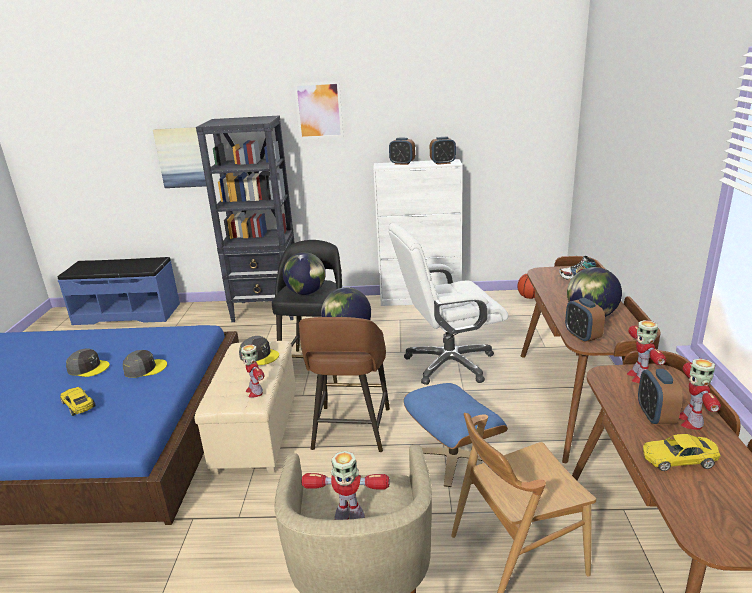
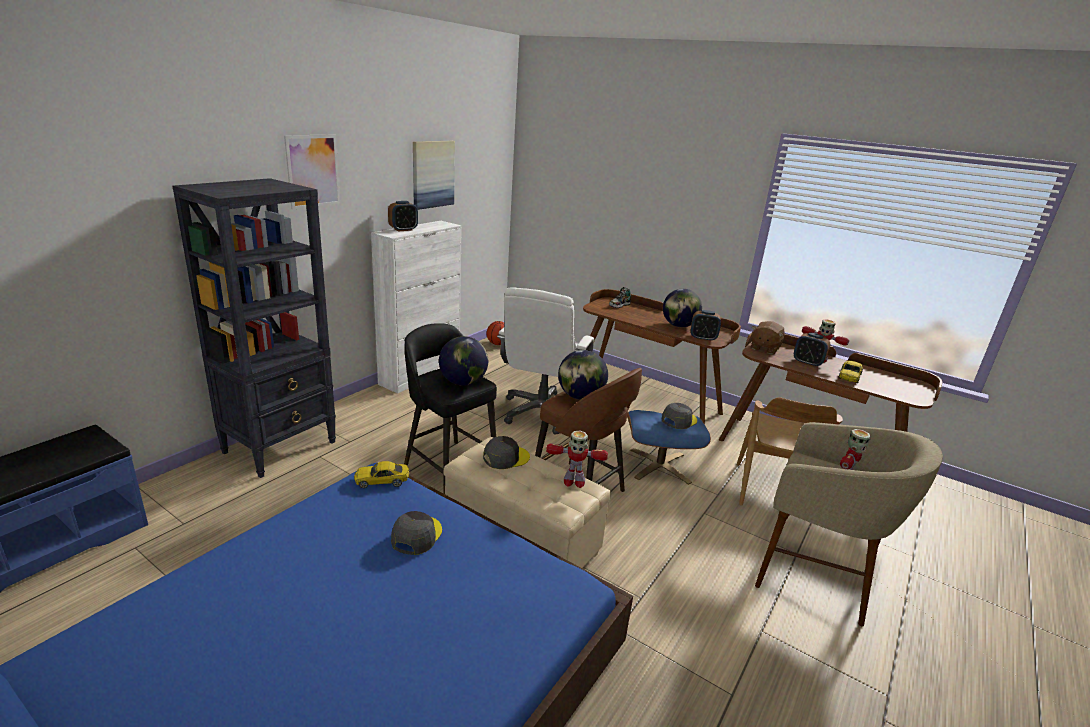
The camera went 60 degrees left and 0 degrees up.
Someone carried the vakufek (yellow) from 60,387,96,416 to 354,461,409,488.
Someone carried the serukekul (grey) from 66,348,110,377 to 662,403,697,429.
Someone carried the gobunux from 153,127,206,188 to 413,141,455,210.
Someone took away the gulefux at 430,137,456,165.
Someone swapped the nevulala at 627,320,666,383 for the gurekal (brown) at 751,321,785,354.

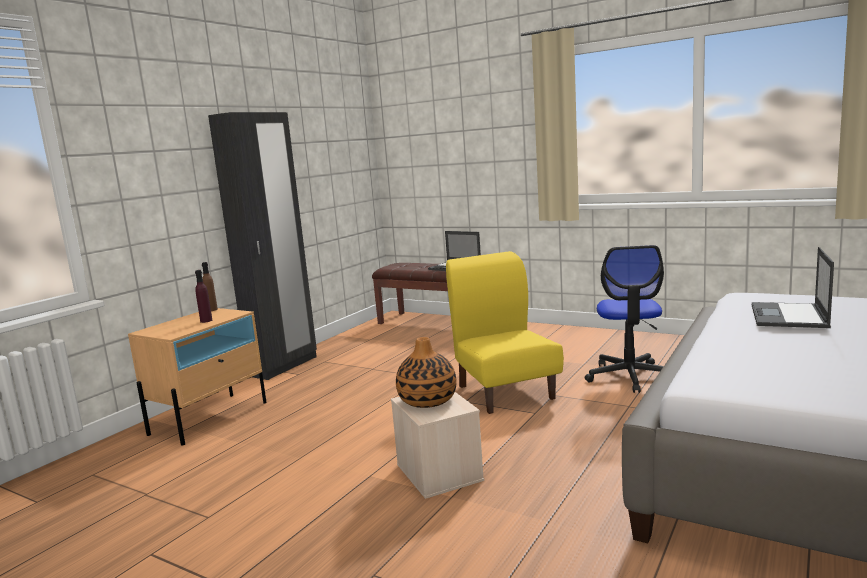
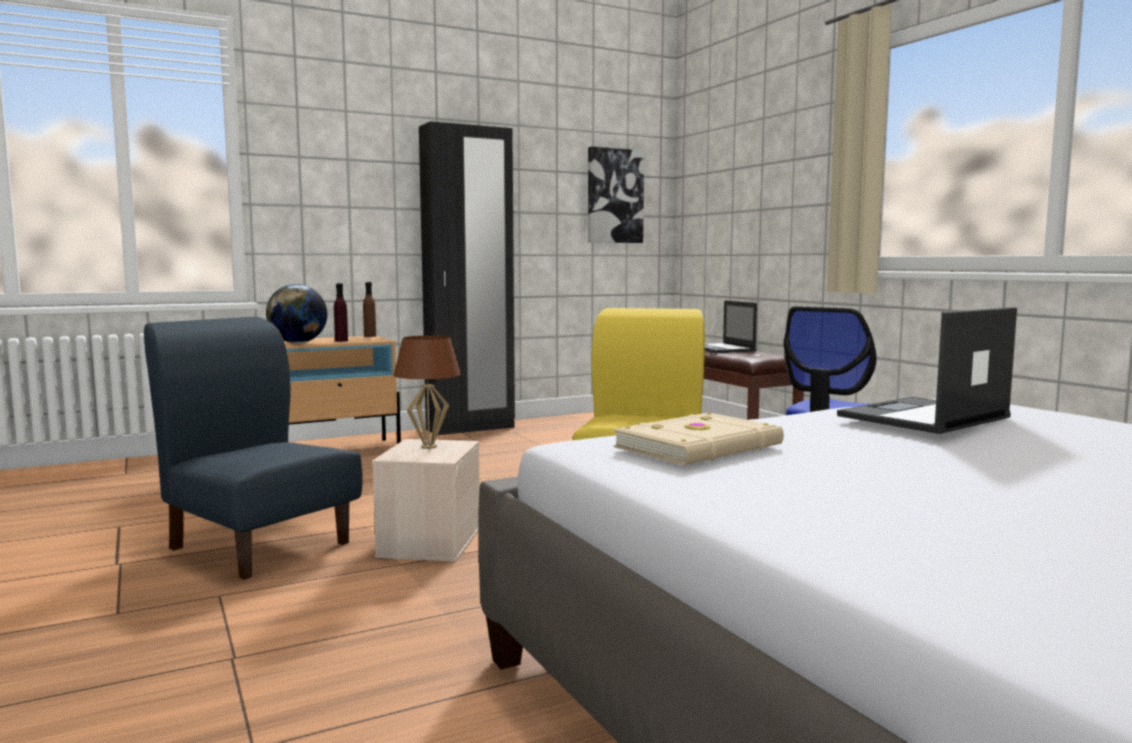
The camera went 30 degrees right and 5 degrees down.
Someone swapped the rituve at 396,337,457,408 for the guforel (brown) at 394,335,461,449.
Someone put down the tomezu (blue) at 144,317,363,580.
Someone put down the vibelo at 266,284,327,343.
Someone put up the gobunux at 588,146,644,243.
Someone put down the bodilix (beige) at 613,412,784,466.

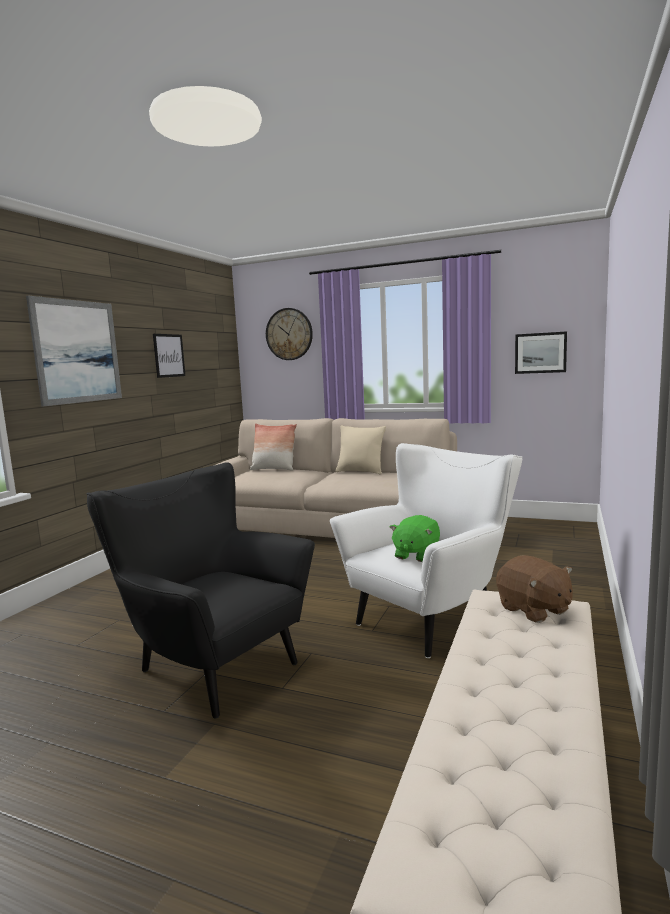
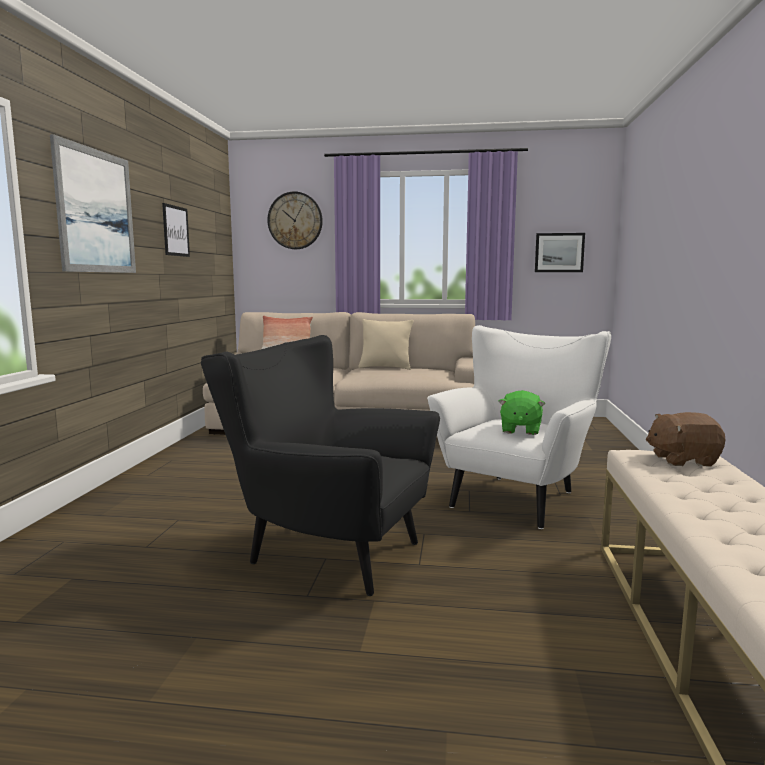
The camera went 15 degrees left and 0 degrees up.
Someone rotated the gurekal (brown) at 496,555,573,623 by 135 degrees clockwise.

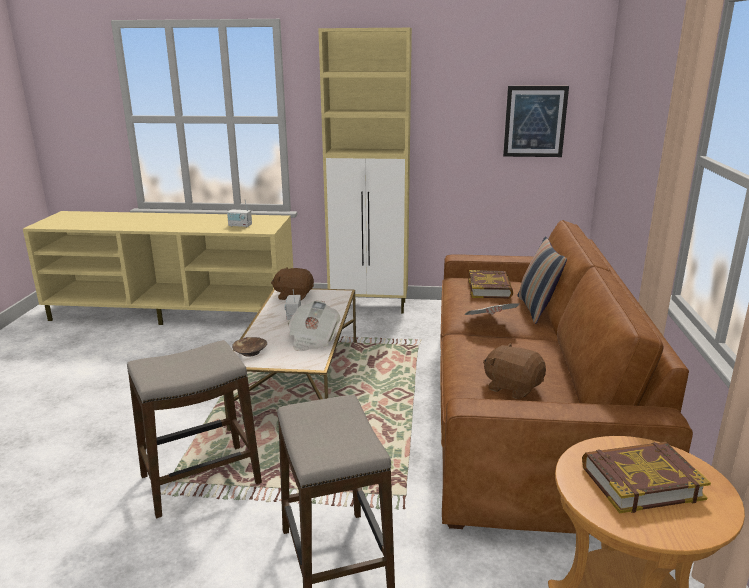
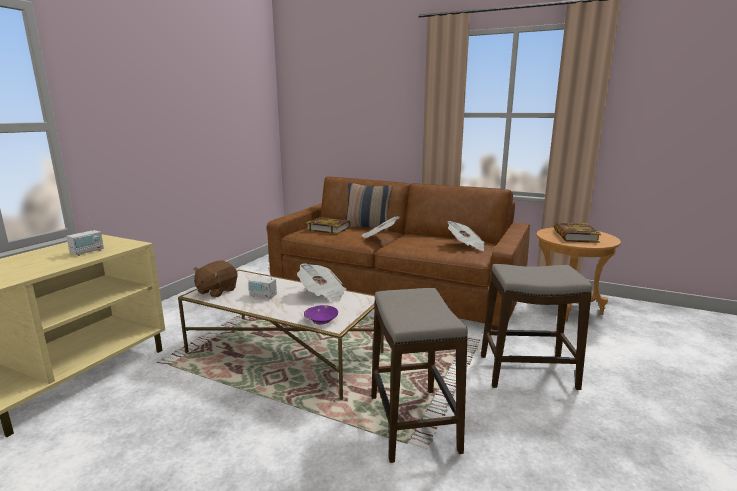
The camera went 70 degrees left and 5 degrees down.
Someone repainted the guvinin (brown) at 232,337,267,357, which became the guvinin (purple) at 304,305,338,324.
Someone took away the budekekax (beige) at 318,28,412,314.
Someone swapped the gurekal (brown) at 483,343,546,399 for the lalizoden at 448,221,485,251.
Someone took away the gobunux at 503,86,569,157.

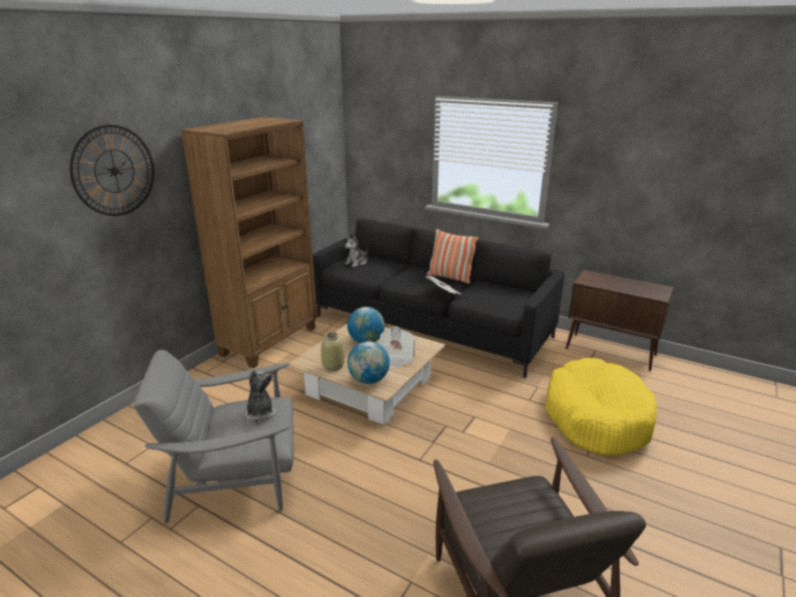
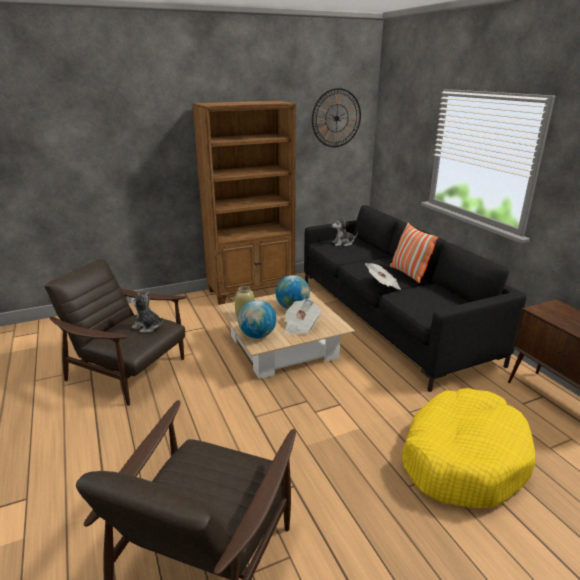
The camera went 35 degrees right and 0 degrees up.
Someone carried the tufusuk from 70,125,154,216 to 312,88,361,147.
Someone repainted the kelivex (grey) at 134,350,294,523, which became the kelivex (brown) at 44,259,186,406.
Someone rotated the gurekal at 245,370,276,421 by 90 degrees counterclockwise.

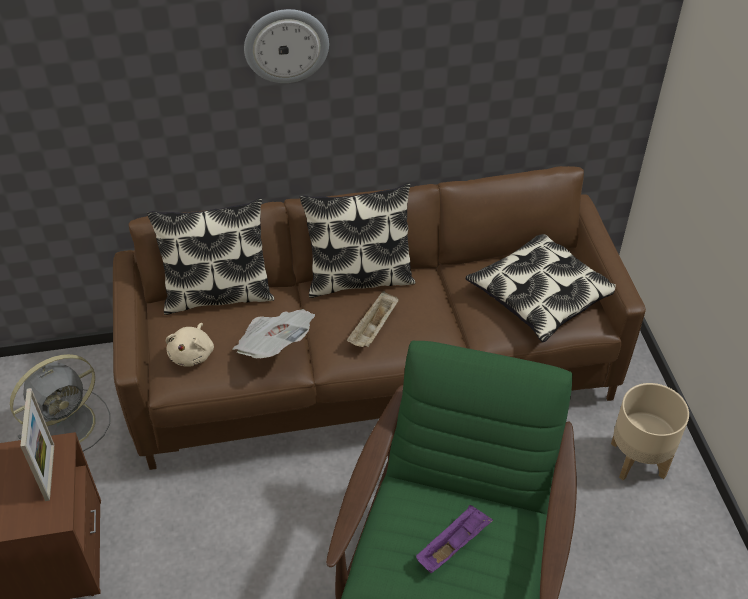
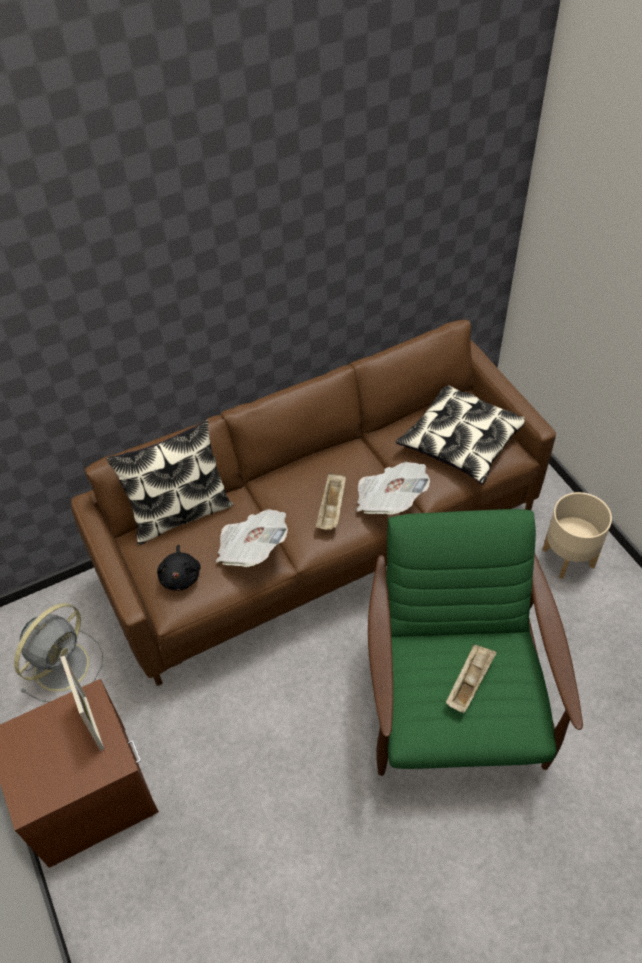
The camera went 15 degrees left and 5 degrees up.
Someone repainted the gurekal (beige) at 166,323,214,367, which became the gurekal (black) at 157,545,201,591.
Someone took away the tufusuk at 244,9,329,83.
Someone took away the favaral at 300,183,415,298.
Someone repainted the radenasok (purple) at 416,505,493,573, which became the radenasok (beige) at 446,645,497,713.
Someone put down the lalizoden at 357,462,430,515.

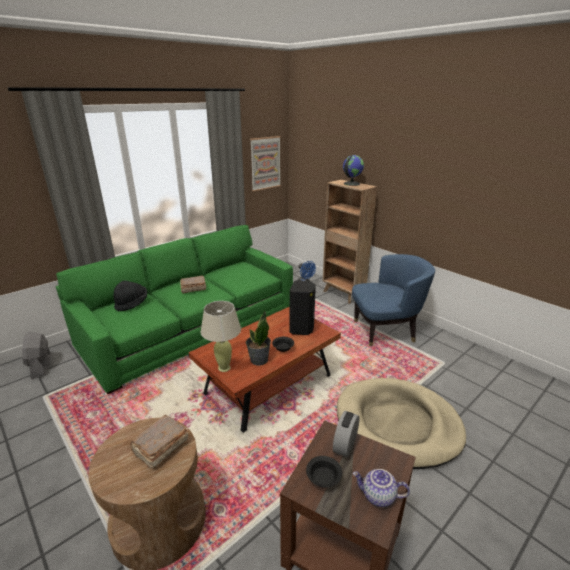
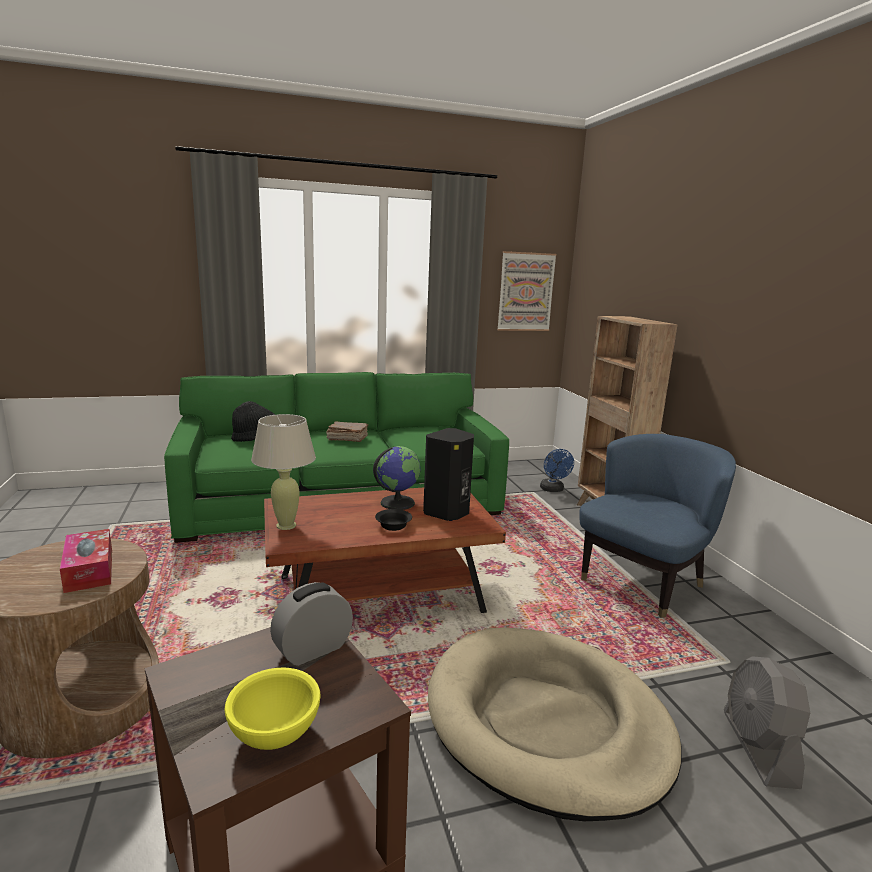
The camera went 25 degrees right and 10 degrees down.
Someone carried the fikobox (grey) from 22,332,51,379 to 724,656,810,789.
Someone swapped the bodilix (brown) at 130,415,188,469 for the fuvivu at 60,529,112,593.
Someone took away the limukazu at 246,311,271,366.
Someone took away the guvinin (black) at 306,456,342,488.
Someone carried the vibelo from 343,155,364,186 to 373,446,421,510.
Someone rotated the kelivex (blue) at 352,254,435,346 by 60 degrees counterclockwise.
Someone swapped the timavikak at 353,469,410,507 for the guvinin (yellow) at 224,668,321,750.

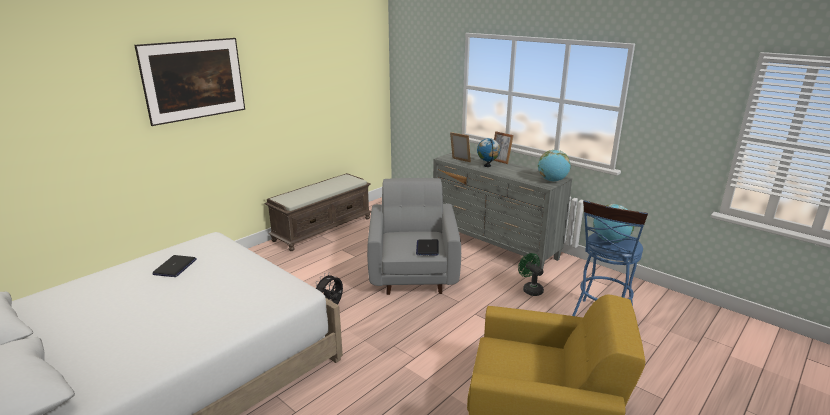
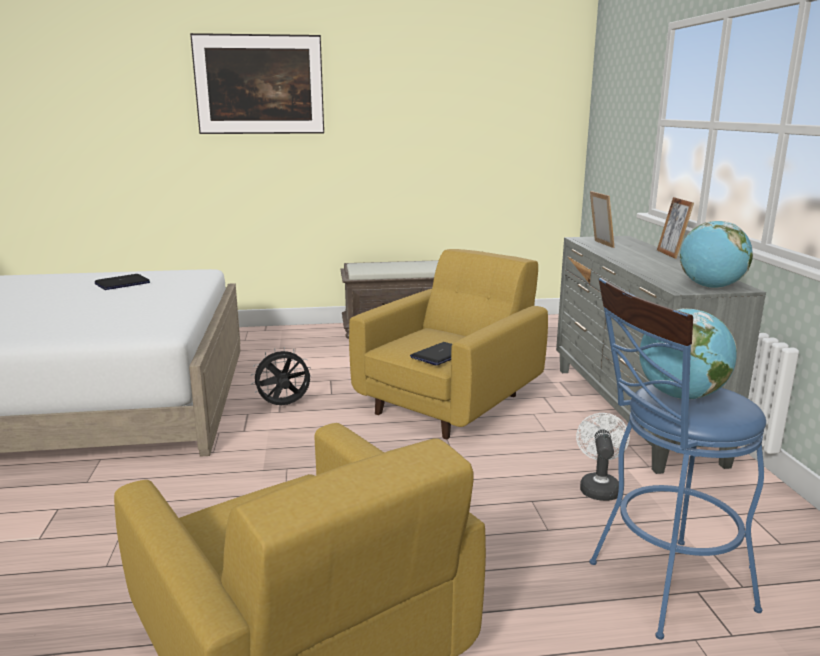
The camera went 40 degrees right and 5 degrees down.
Someone repainted the kelivex (grey) at 367,178,461,295, which became the kelivex (yellow) at 349,249,548,439.
Someone took away the vibelo at 477,138,500,167.
Someone repainted the fikobox (green) at 518,253,544,296, which became the fikobox (white) at 576,413,630,501.

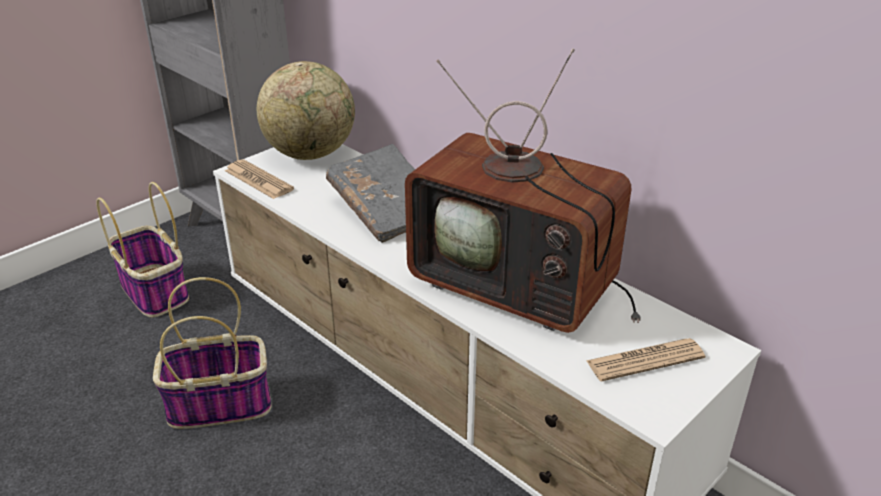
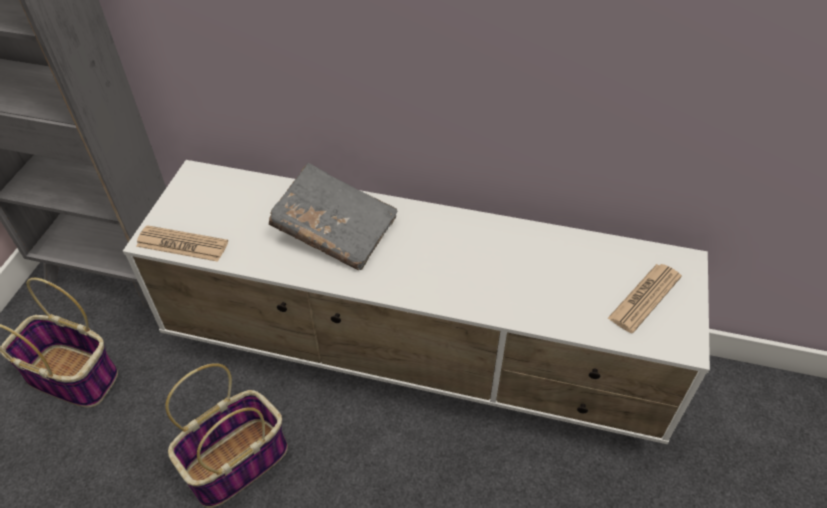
The camera went 30 degrees left and 15 degrees up.
Someone took away the vibelo at 257,61,355,160.
Someone took away the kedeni at 405,48,641,333.

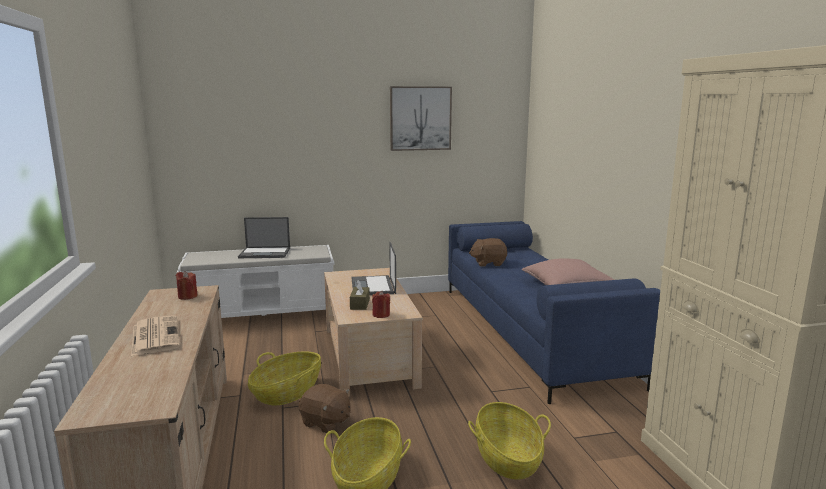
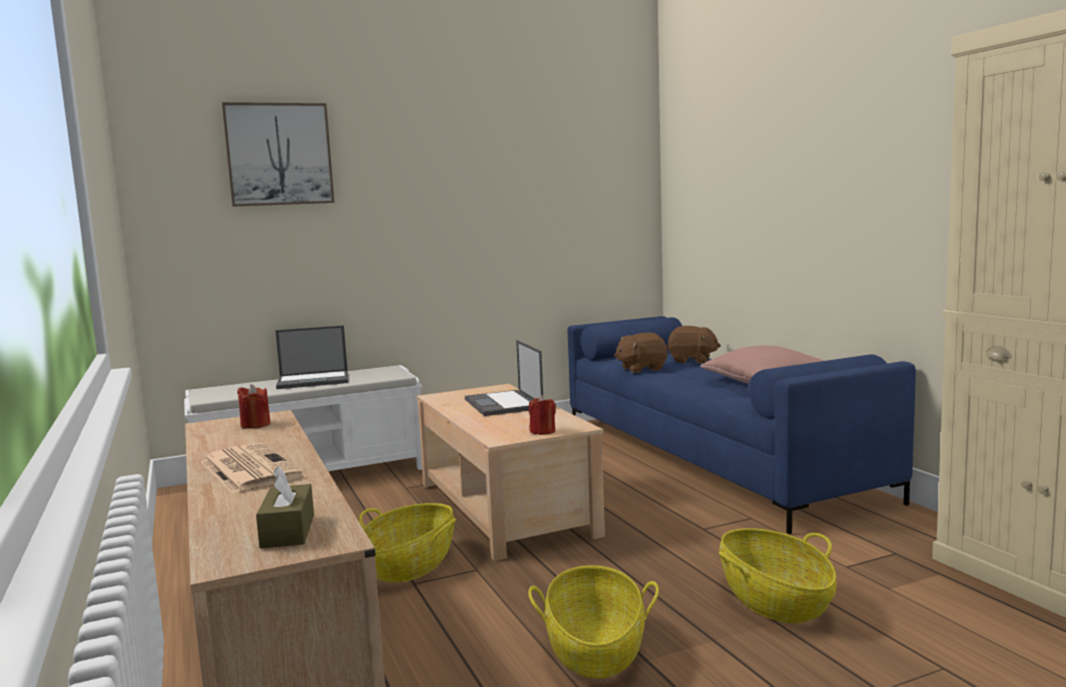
The camera went 10 degrees left and 5 degrees down.
Someone carried the gurekal (brown) from 298,384,351,433 to 667,326,721,363.
Someone carried the fuvivu (brown) from 350,280,370,310 to 256,466,314,549.
Someone carried the gobunux from 390,86,452,151 to 222,102,334,207.

